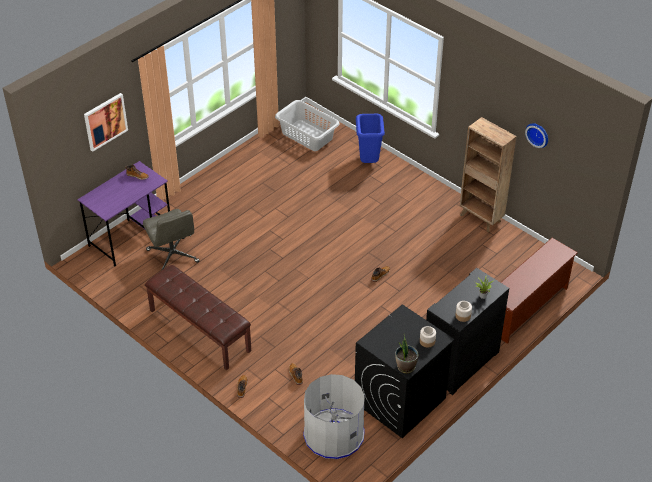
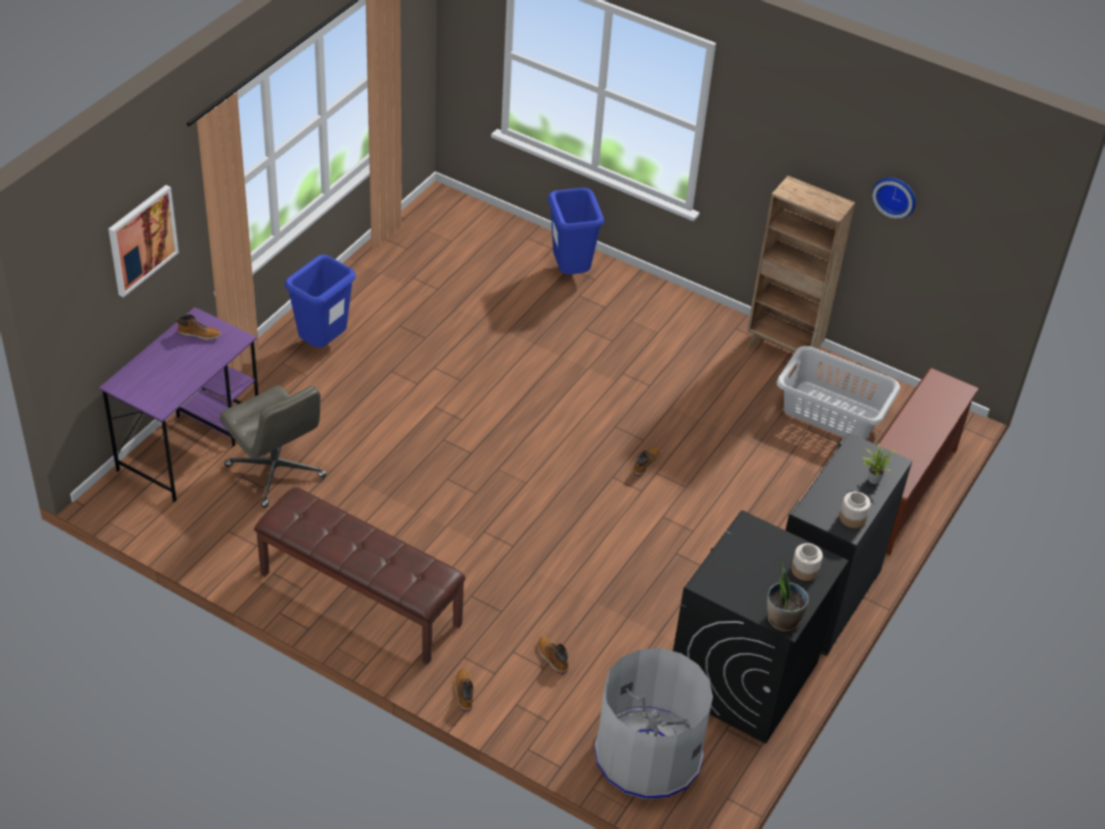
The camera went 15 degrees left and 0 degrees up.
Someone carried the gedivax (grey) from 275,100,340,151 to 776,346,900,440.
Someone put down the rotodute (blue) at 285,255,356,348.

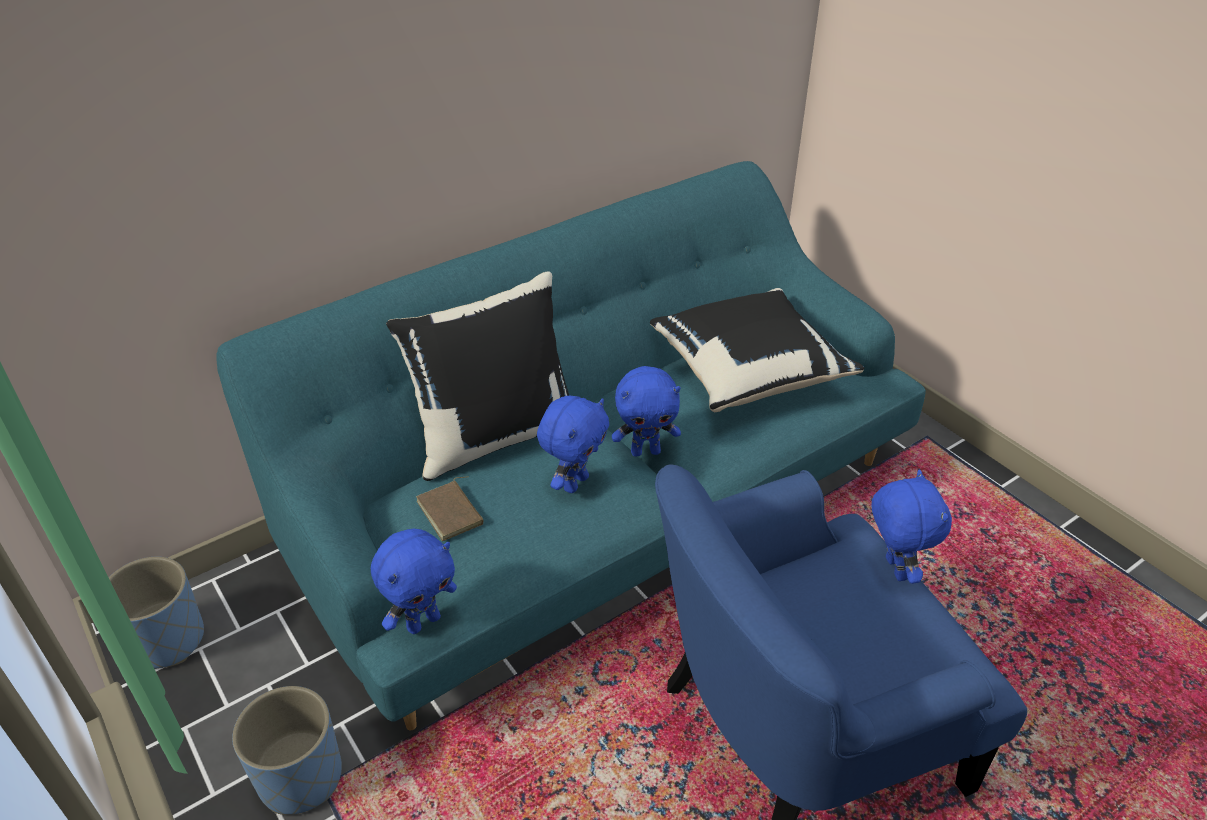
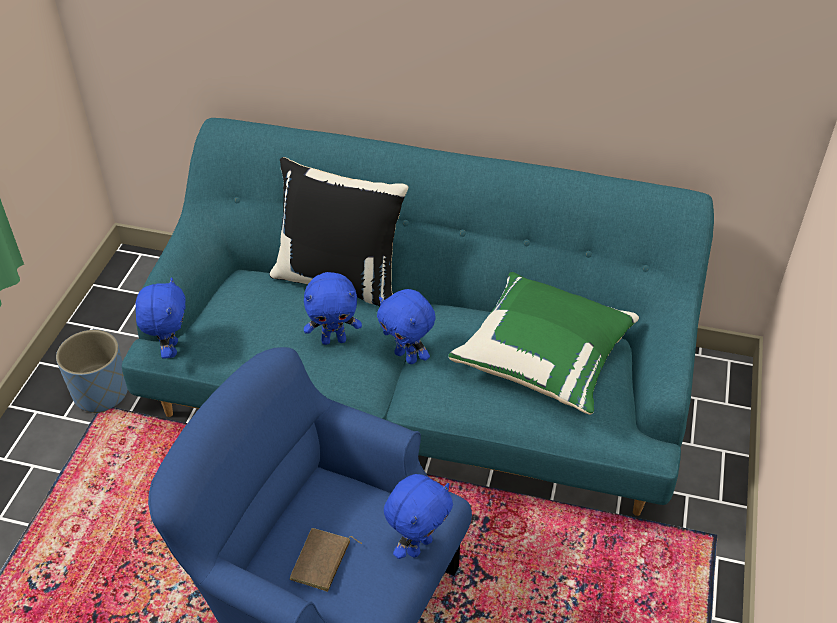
The camera went 50 degrees right and 5 degrees up.
Someone took away the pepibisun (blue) at 109,557,204,669.
Someone rotated the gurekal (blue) at 371,529,457,634 by 105 degrees counterclockwise.
Someone carried the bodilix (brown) from 416,477,484,541 to 290,528,362,592.
Someone repainted the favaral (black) at 650,288,864,412, which became the favaral (green) at 448,272,639,415.

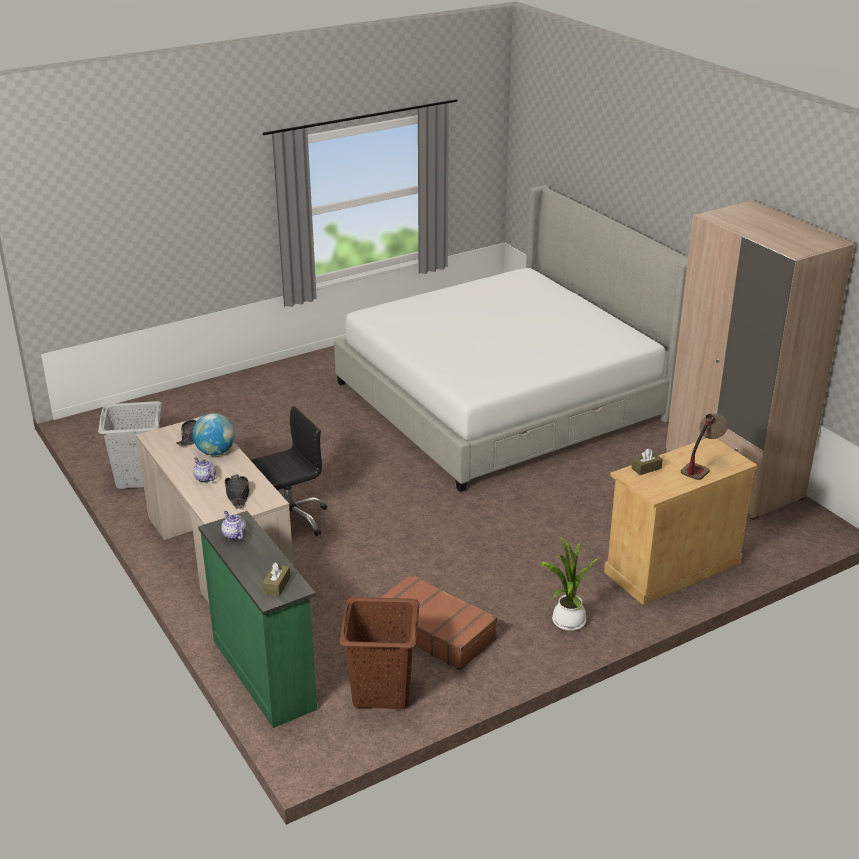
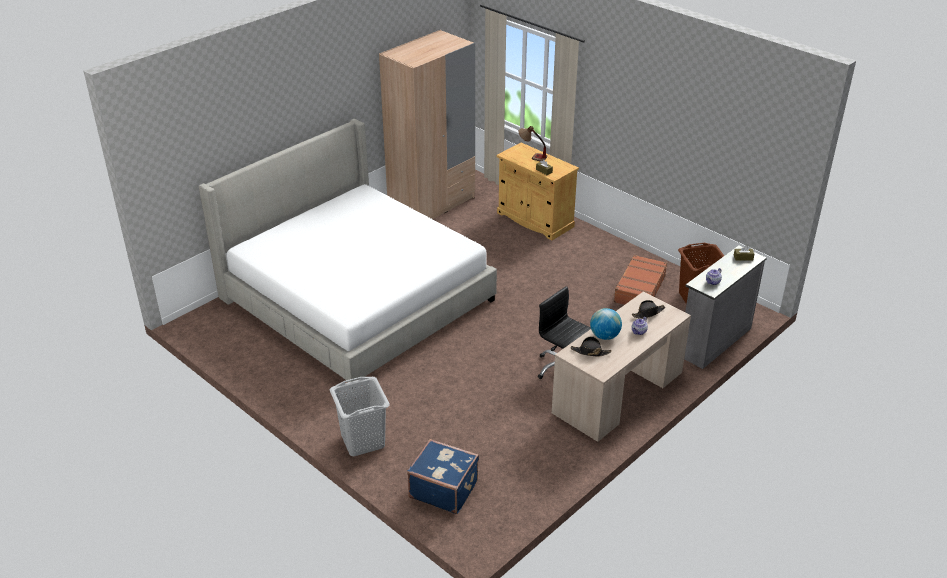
The camera went 105 degrees left and 5 degrees up.
Someone carried the gedivax (grey) from 98,401,162,489 to 330,377,390,456.
Someone repainted the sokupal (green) at 198,511,317,728, which became the sokupal (grey) at 684,245,767,369.
Someone took away the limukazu at 539,536,599,631.
Someone put down the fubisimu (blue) at 407,439,479,514.

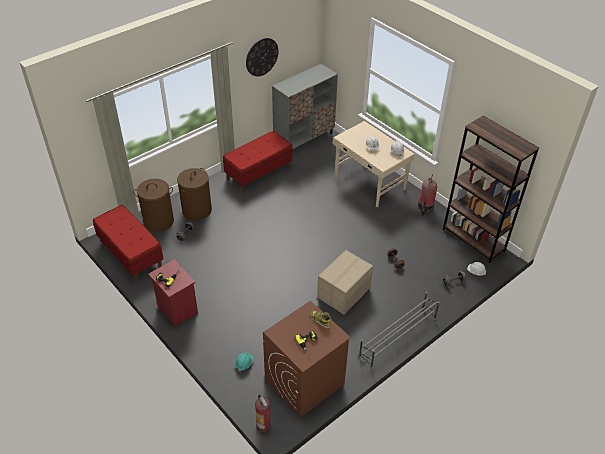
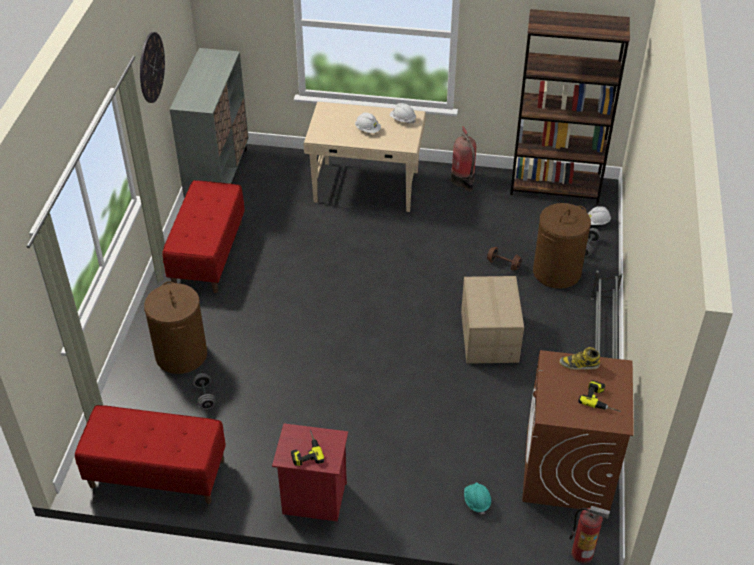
The camera went 40 degrees left and 0 degrees up.
Someone carried the gedivax (brown) from 133,179,174,232 to 533,203,591,289.

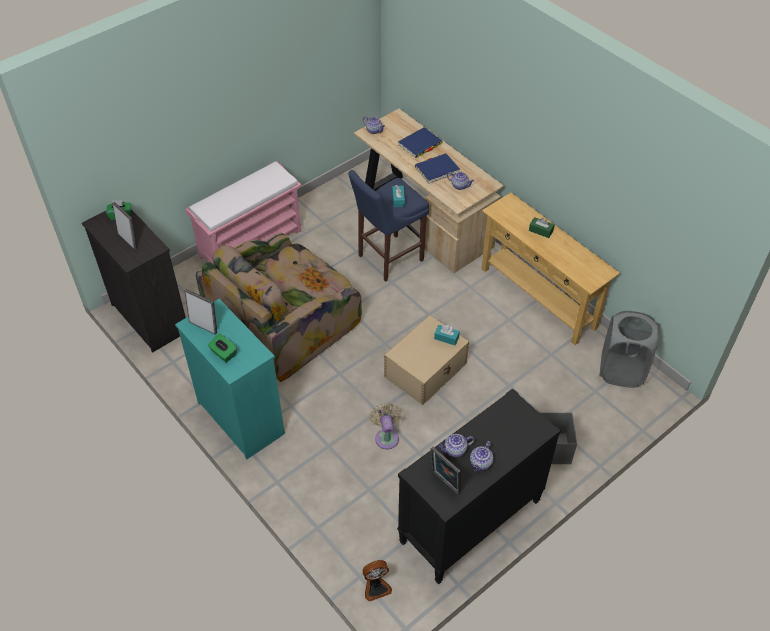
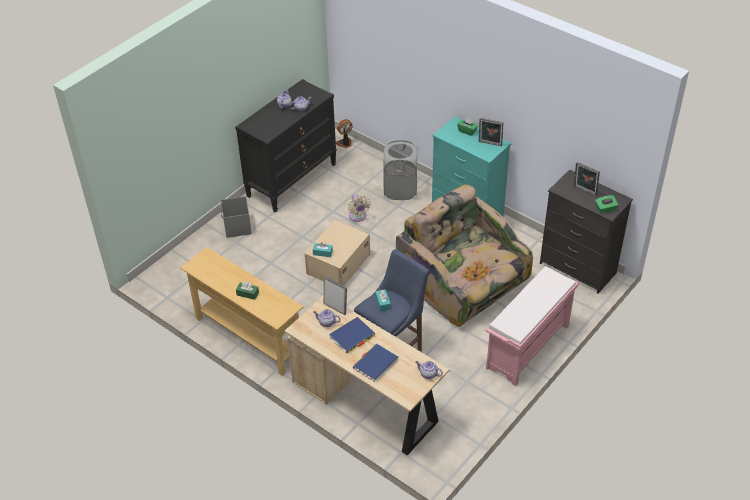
The camera went 170 degrees right and 5 degrees down.
Someone rotated the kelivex at 196,232,362,382 by 75 degrees counterclockwise.
Someone carried the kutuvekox from 431,447,461,495 to 324,276,347,315.
Someone carried the gedivax (grey) from 599,311,659,388 to 383,140,417,200.

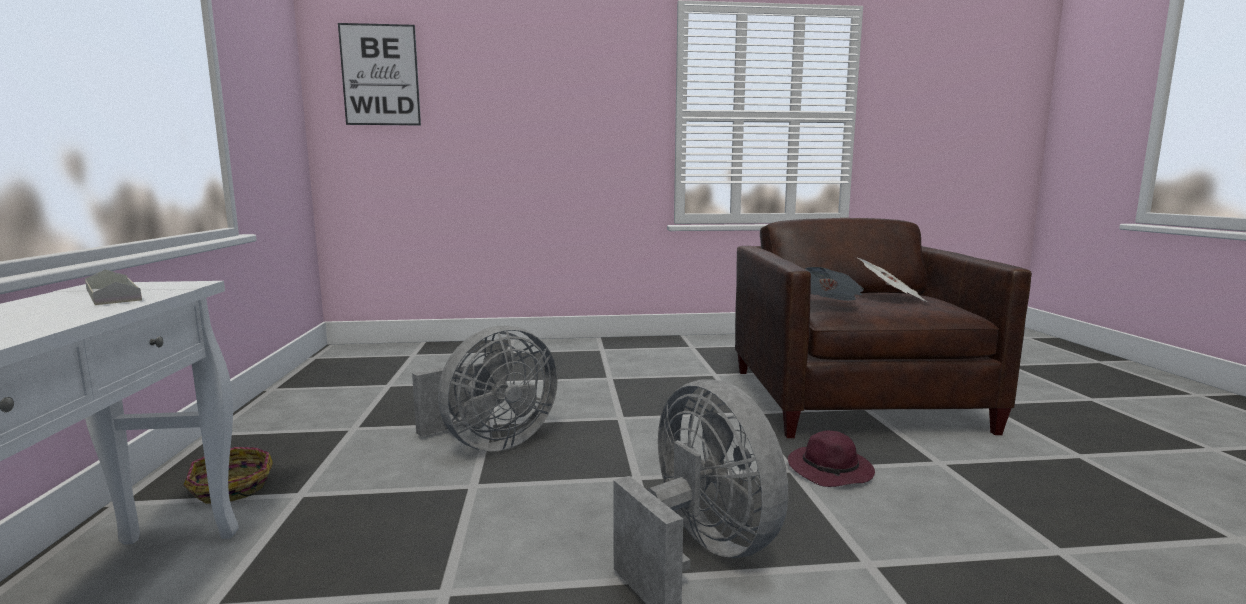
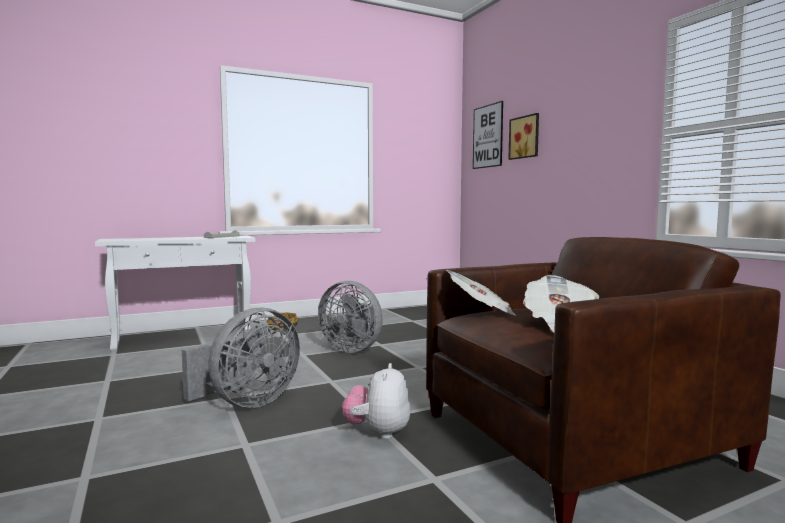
The camera went 70 degrees right and 5 degrees down.
Someone swapped the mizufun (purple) at 788,431,875,487 for the gurekal at 342,363,410,439.
Someone put up the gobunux at 508,113,539,160.

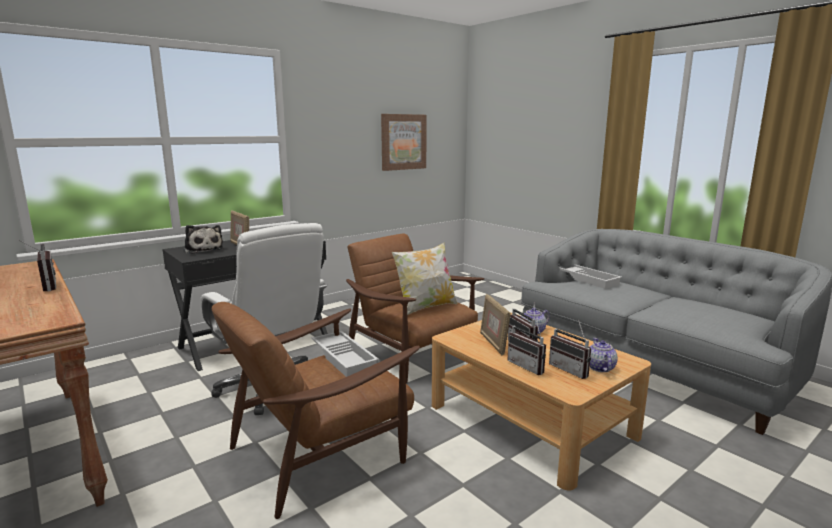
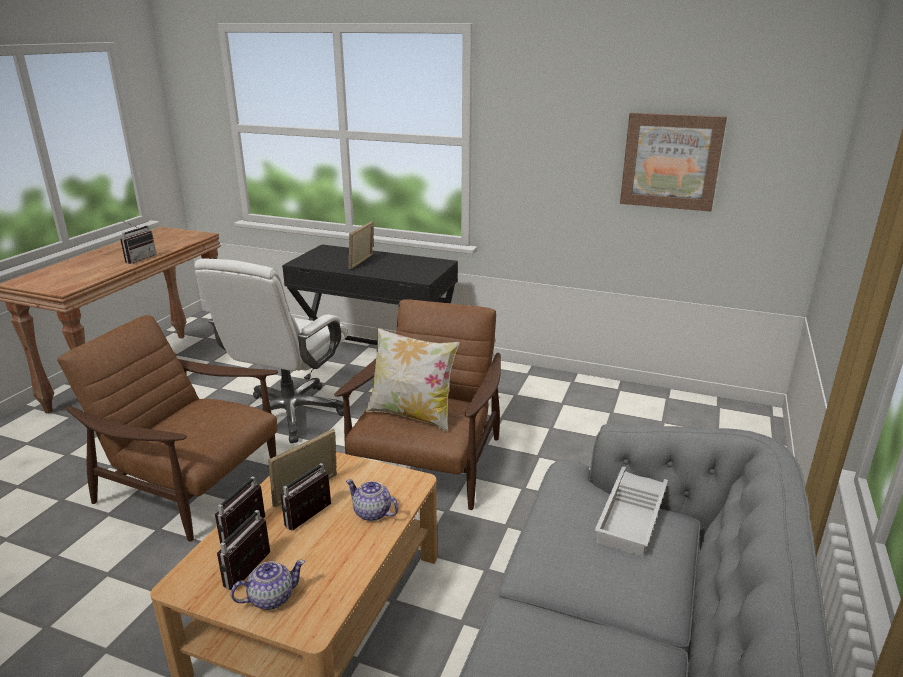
The camera went 60 degrees right and 10 degrees up.
Someone took away the gurekal at 184,225,223,254.
Someone took away the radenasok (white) at 312,331,379,377.

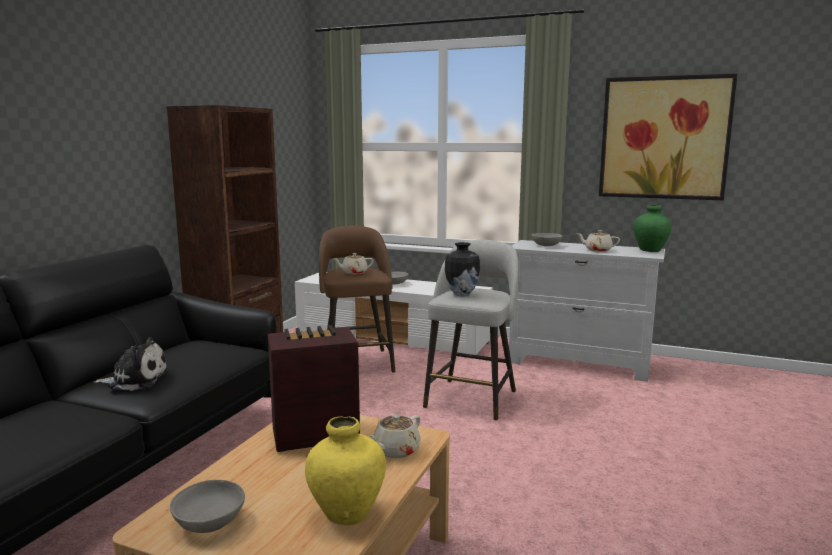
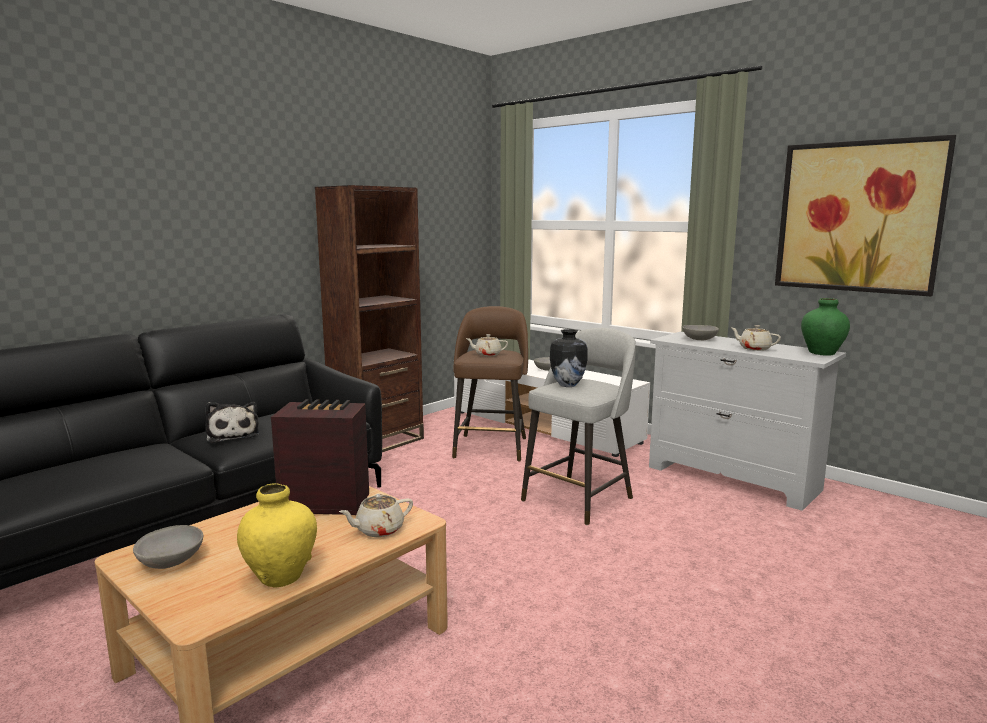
The camera went 20 degrees right and 0 degrees up.
Someone rotated the gurekal at 94,337,169,391 by 45 degrees clockwise.

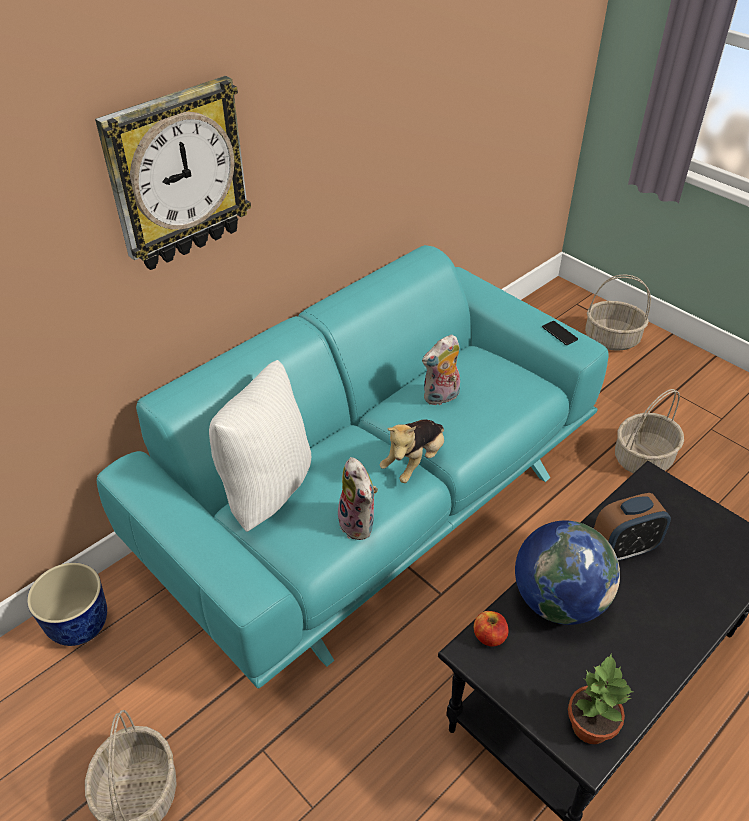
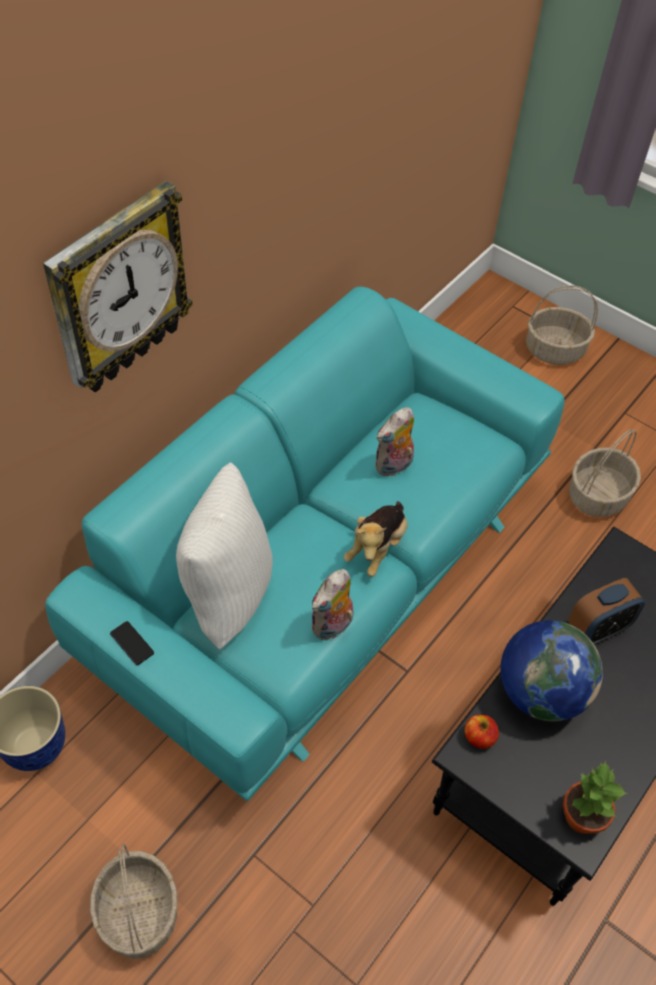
The camera went 10 degrees left and 10 degrees up.
Someone rotated the gurekal at 338,457,378,540 by 75 degrees clockwise.
Someone carried the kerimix from 542,321,578,345 to 110,621,154,665.

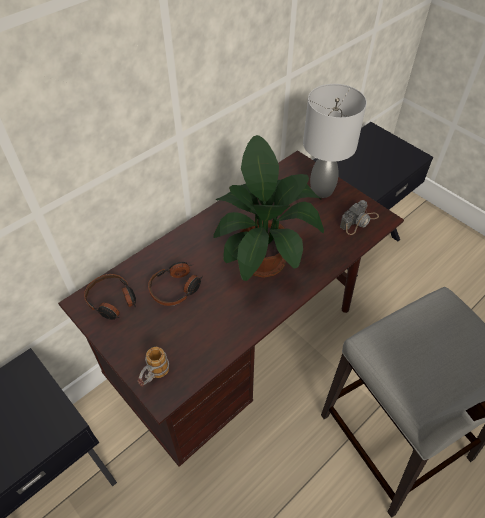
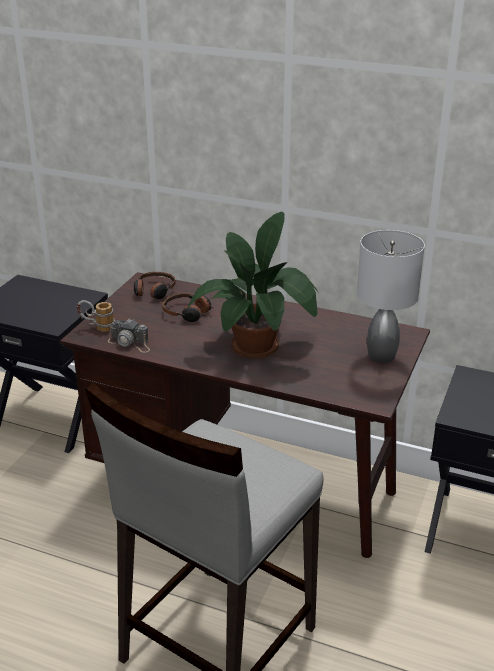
The camera went 65 degrees right and 20 degrees down.
Someone carried the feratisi from 340,200,379,235 to 108,318,150,352.

